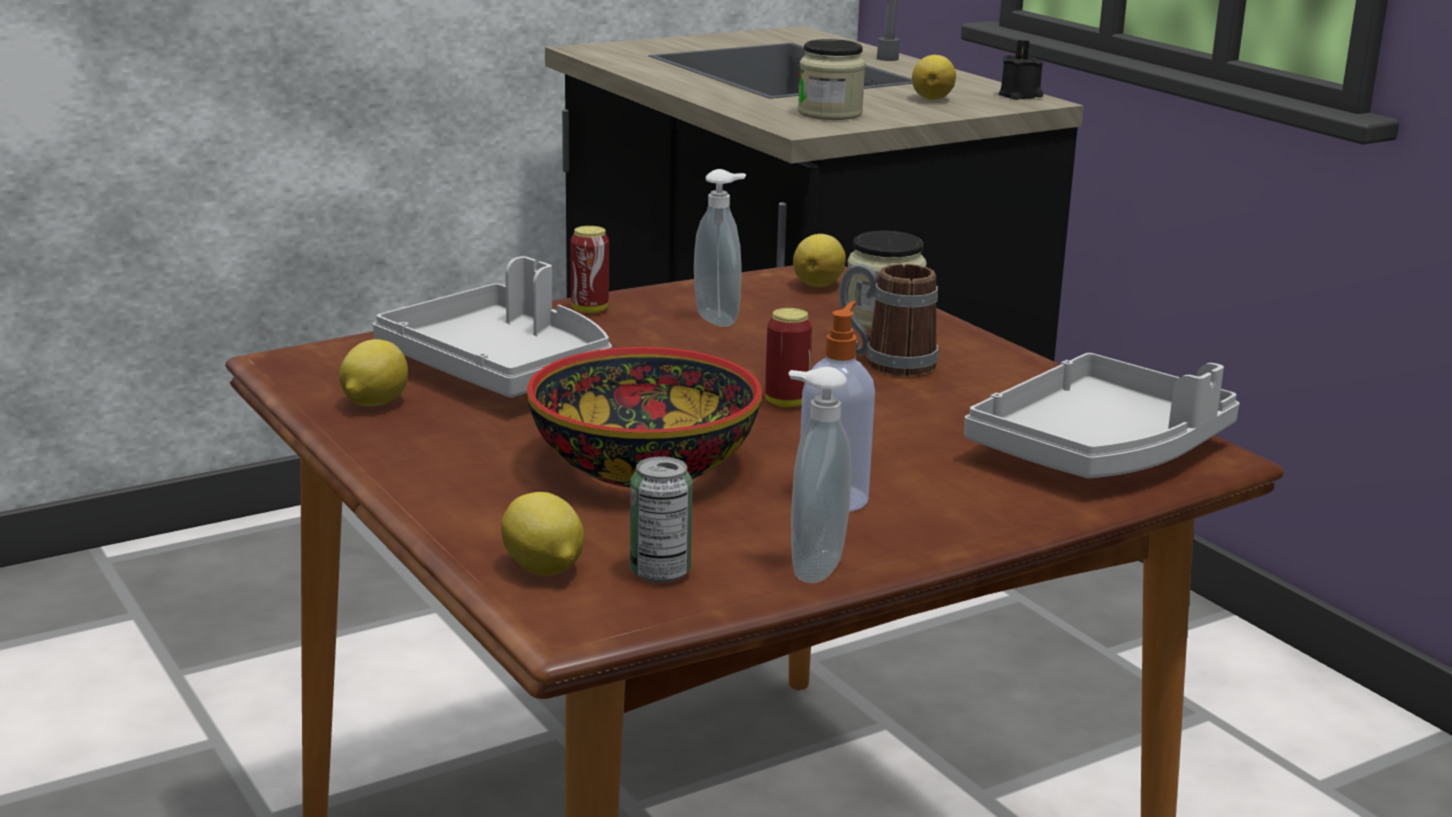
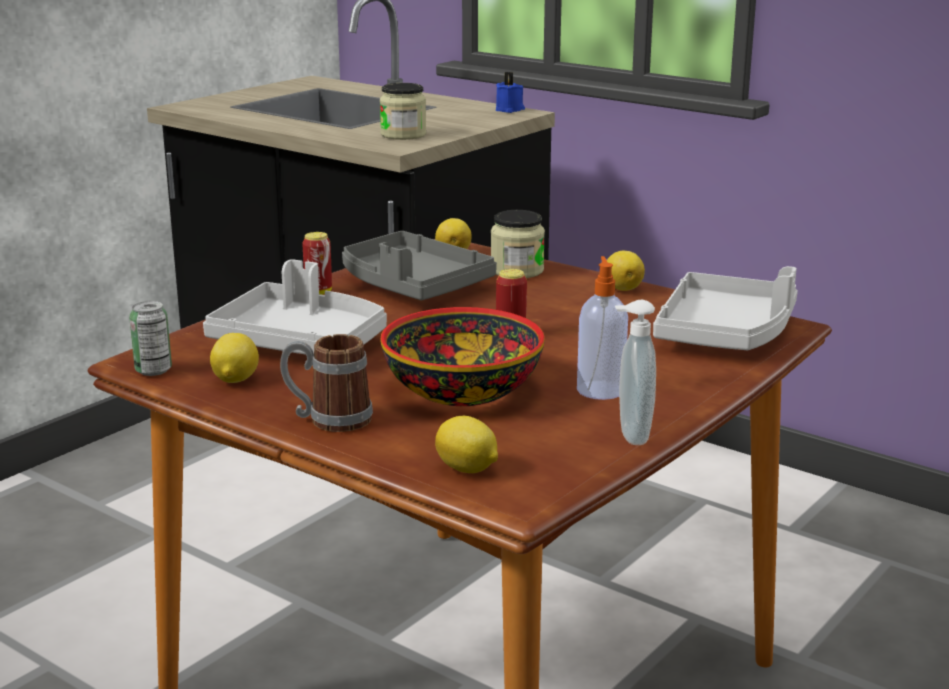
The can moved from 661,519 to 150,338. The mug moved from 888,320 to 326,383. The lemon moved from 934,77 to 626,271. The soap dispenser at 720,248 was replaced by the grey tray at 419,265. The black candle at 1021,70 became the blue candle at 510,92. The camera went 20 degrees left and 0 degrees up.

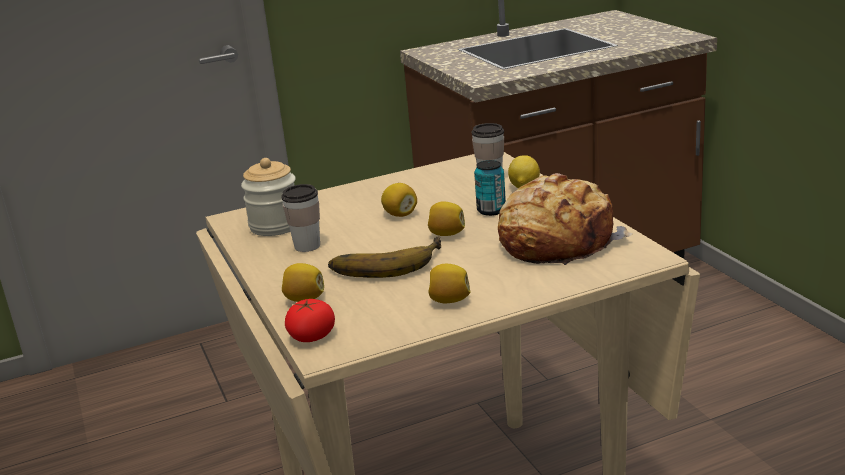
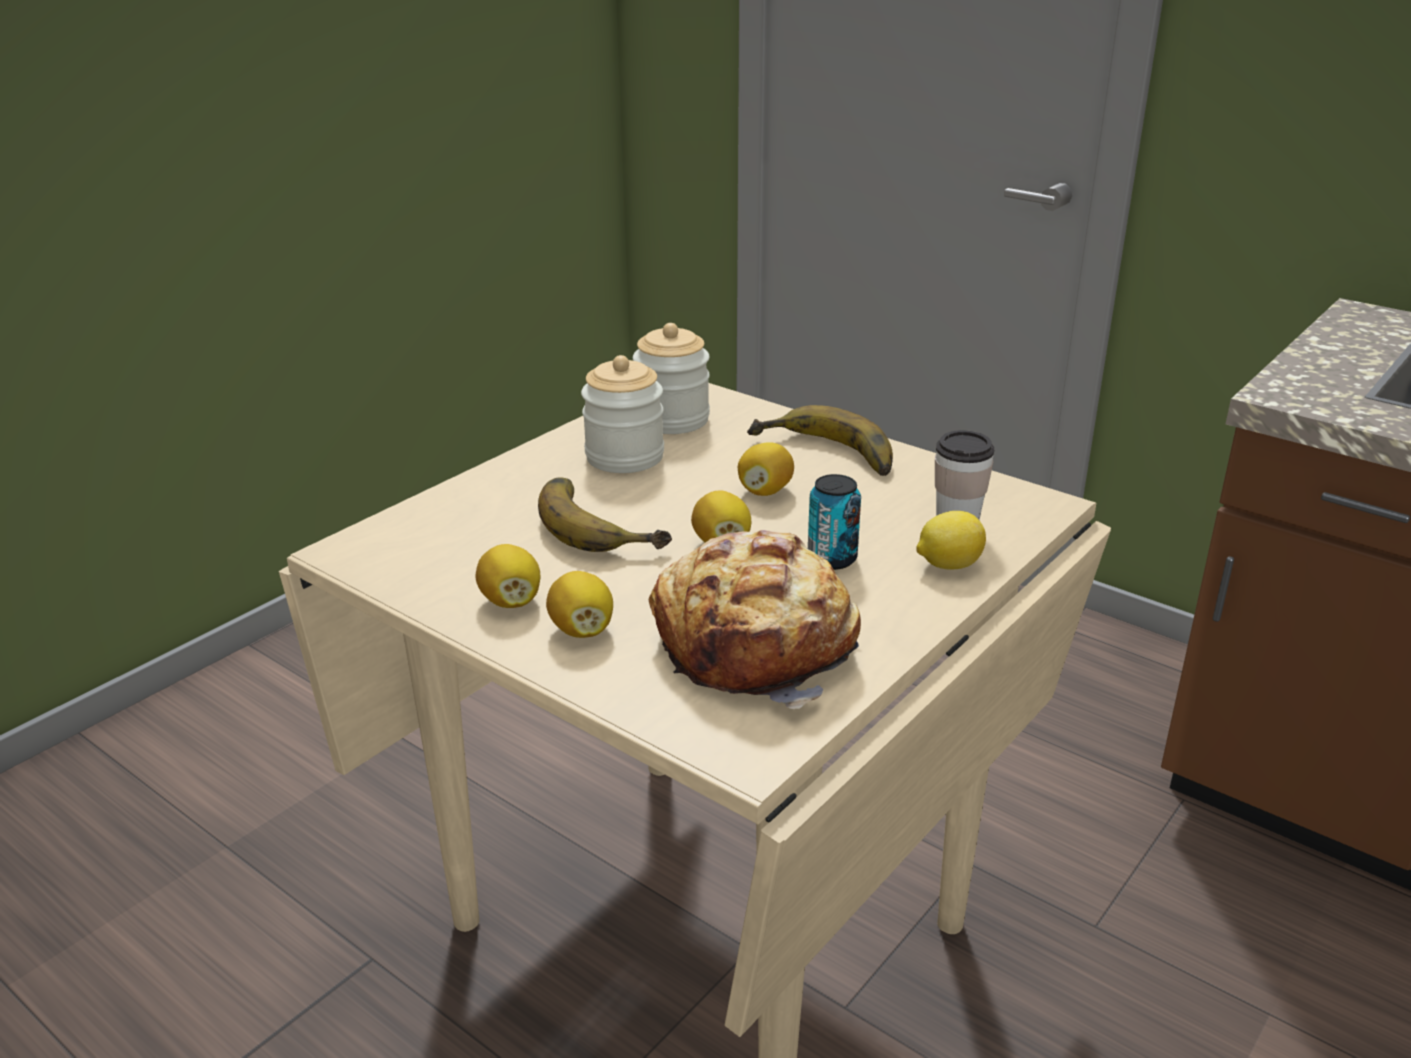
The tomato at 310,320 disappeared. The banana at 820,440 appeared. The lemon moved from 303,282 to 579,604. The cup at 300,218 was replaced by the jar at 622,414. The camera went 60 degrees right and 5 degrees up.

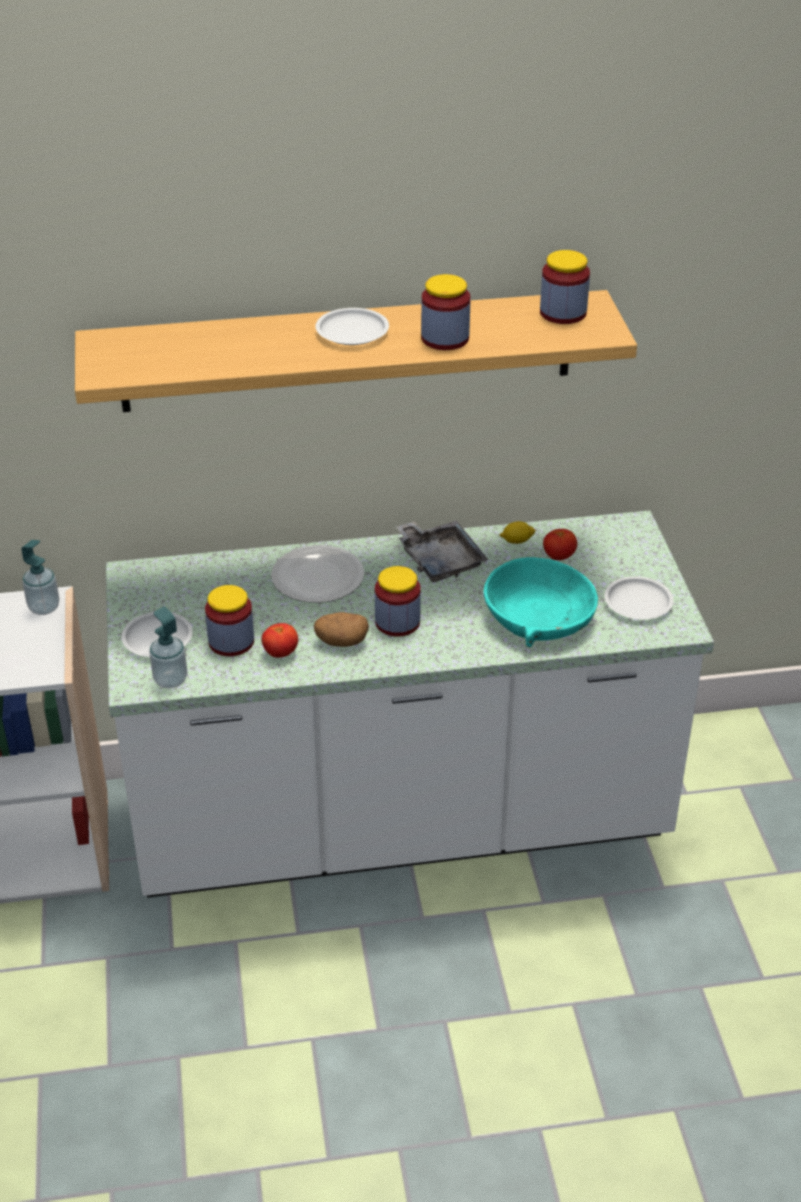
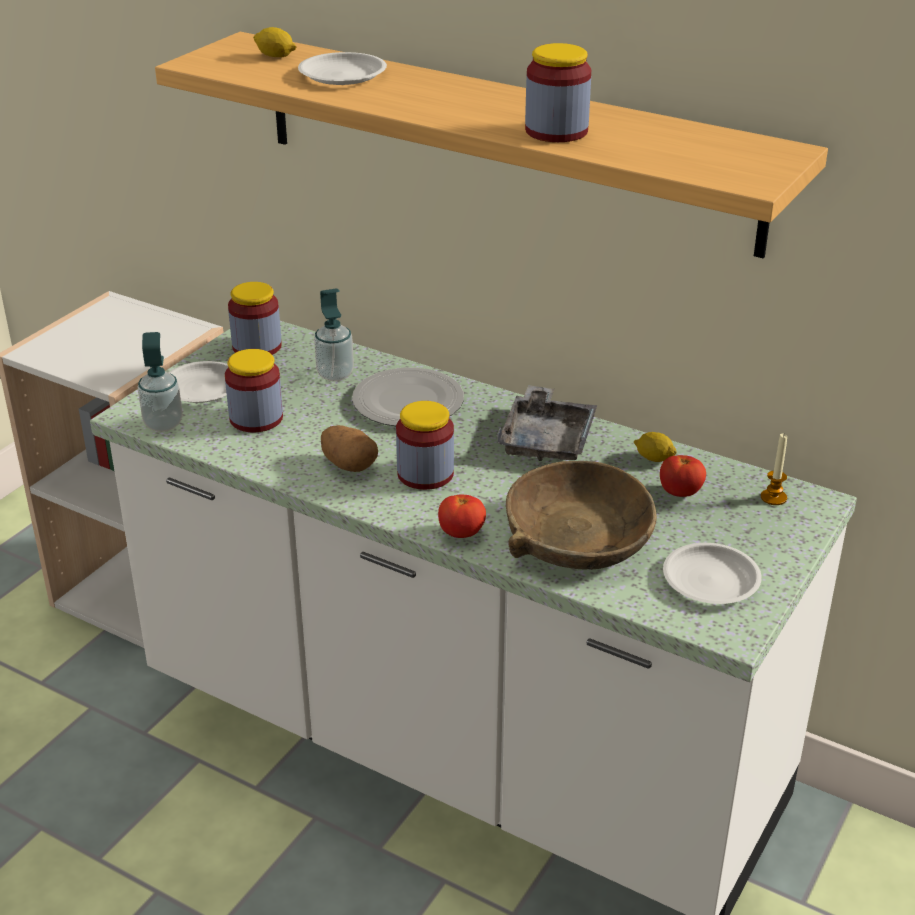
The lemon at 275,42 appeared. The candle at 774,469 appeared. The soap dispenser moved from 40,577 to 334,334. The tomato moved from 280,640 to 462,516. The white plate moved from 352,326 to 342,68. The jar moved from 565,287 to 255,318. The turquoise bowl at 541,602 became the brown bowl at 581,515. The camera went 40 degrees right and 5 degrees down.

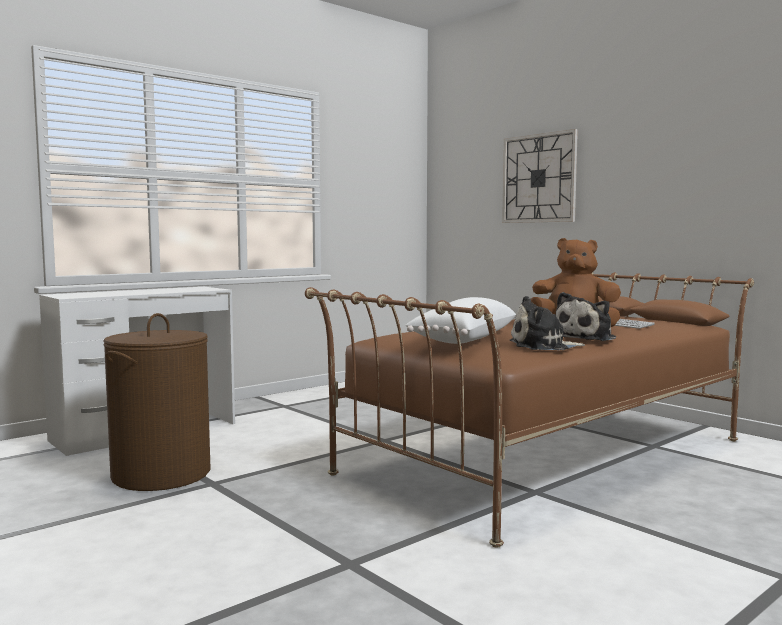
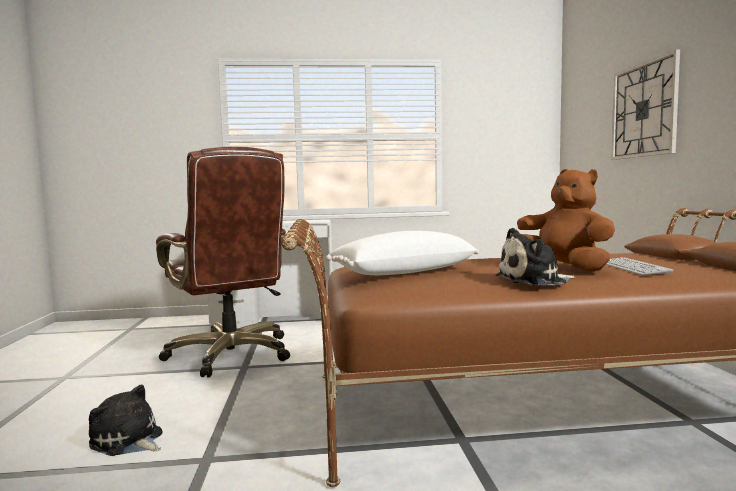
The plush toy moved from 547,323 to 125,420. The brown laundry basket at 157,402 was replaced by the brown office chair at 223,261. The camera went 35 degrees right and 0 degrees up.

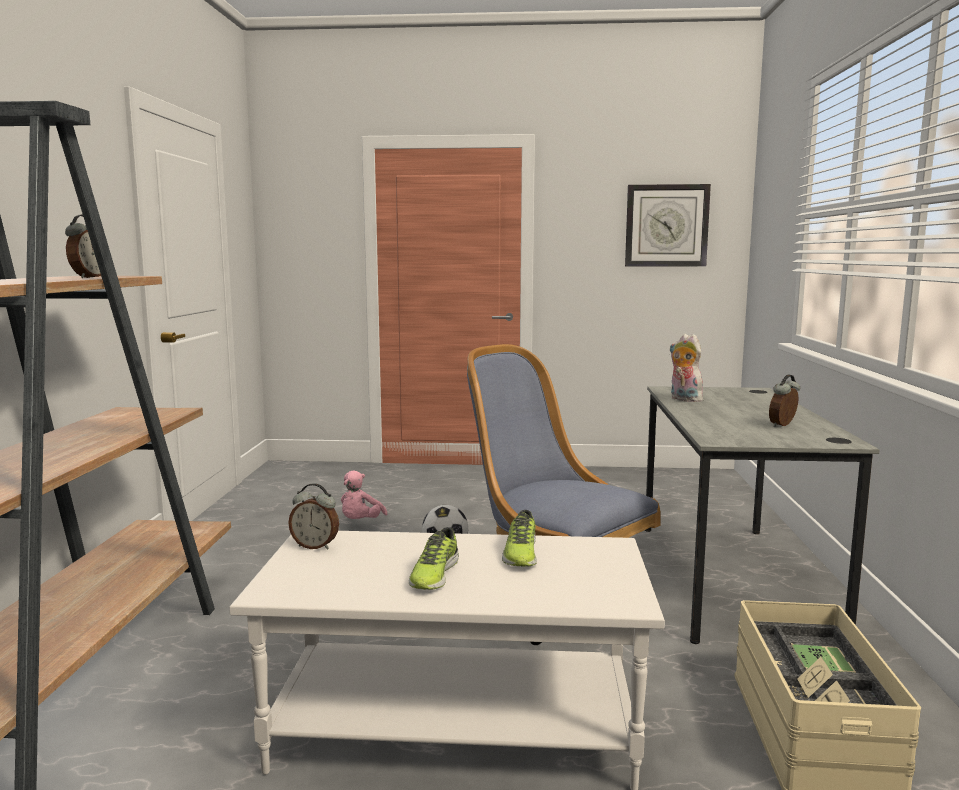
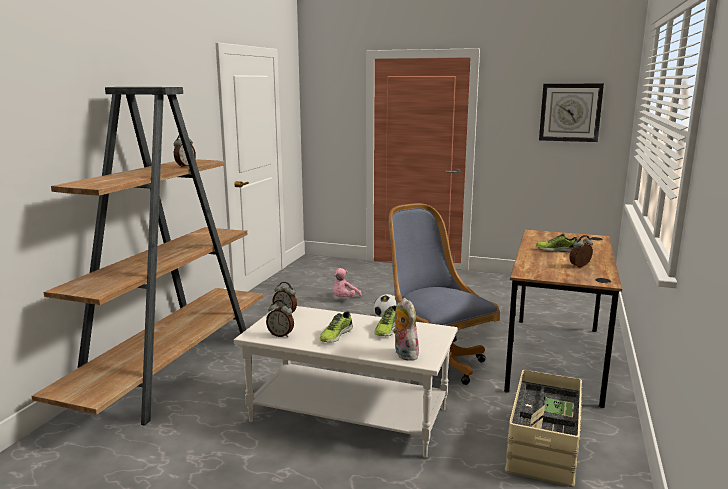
The alarm clock at 280,318 appeared. The shoe at 557,243 appeared. The plush toy moved from 686,368 to 406,329. The grey desk at 762,515 became the brown desk at 563,319. The camera went 15 degrees right and 5 degrees up.

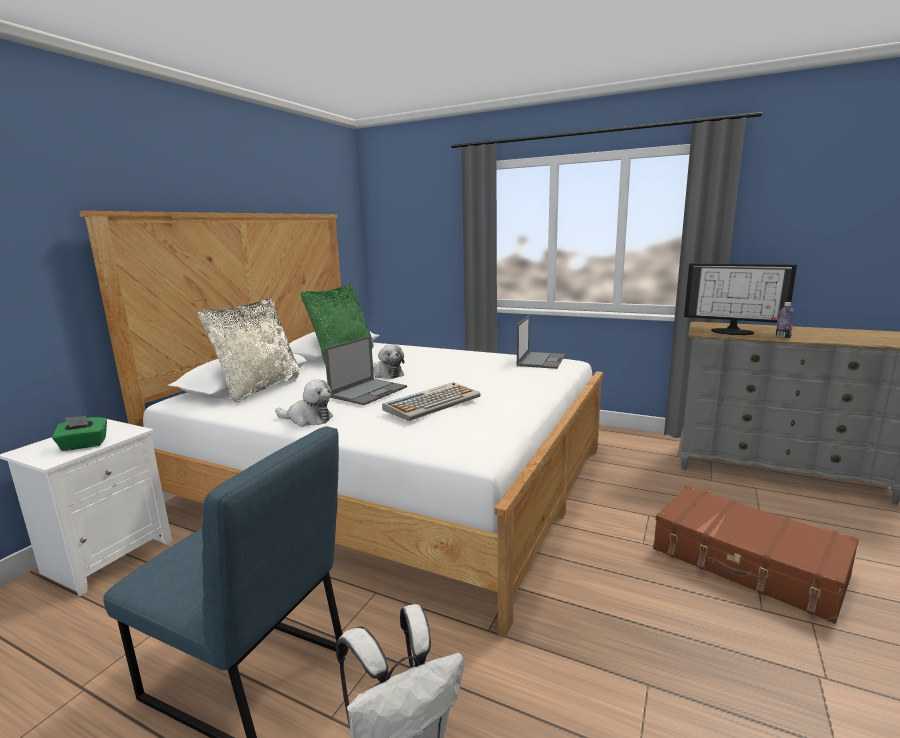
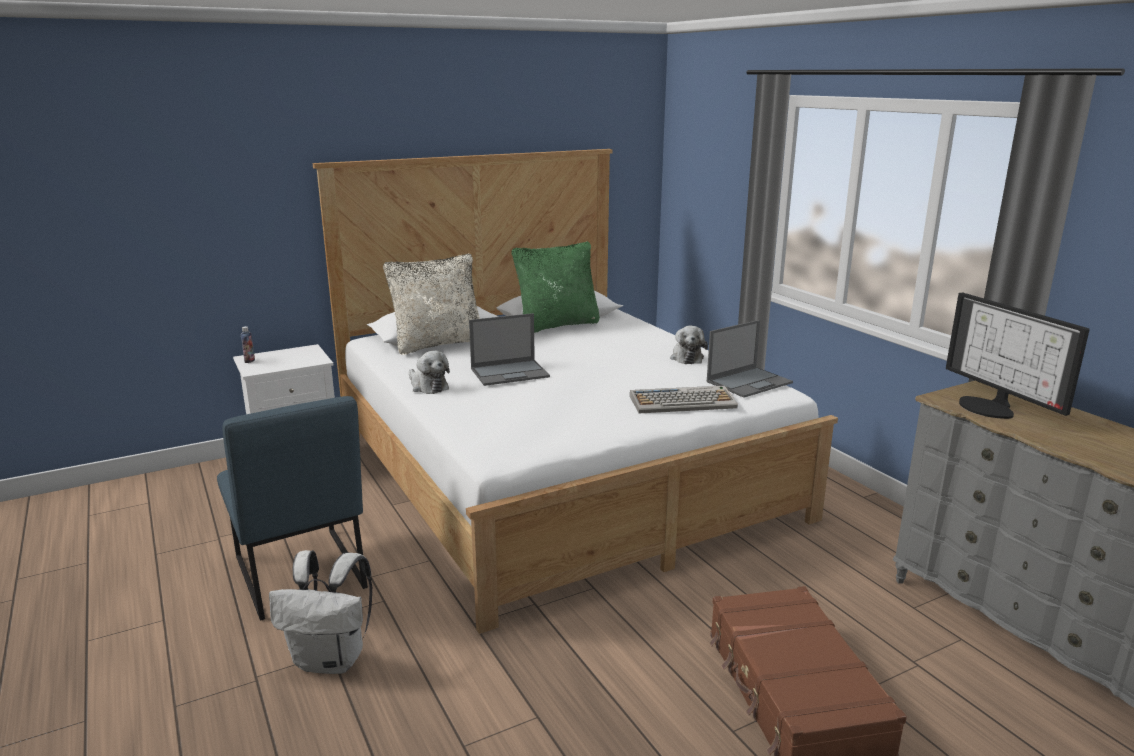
The green tissue box at 79,433 disappeared. The plush toy moved from 388,361 to 689,345. The keyboard moved from 431,401 to 684,399. The bottle moved from 785,320 to 248,344. The camera went 35 degrees right and 5 degrees up.

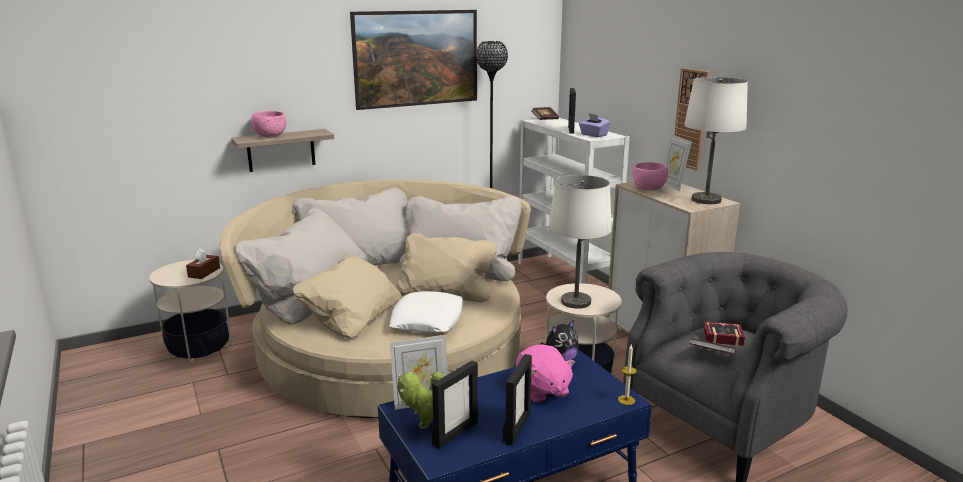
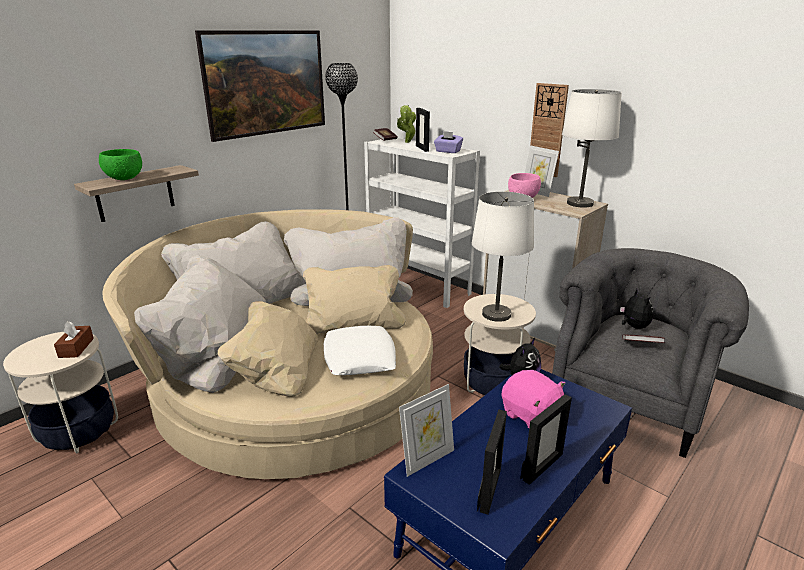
The candle at 627,375 disappeared. The potted plant moved from 420,400 to 406,124. The book at 724,333 was replaced by the plush toy at 636,308. The pink bowl at 268,124 became the green bowl at 120,164. The picture frame at 517,400 turned 45 degrees clockwise. The camera went 20 degrees left and 5 degrees up.

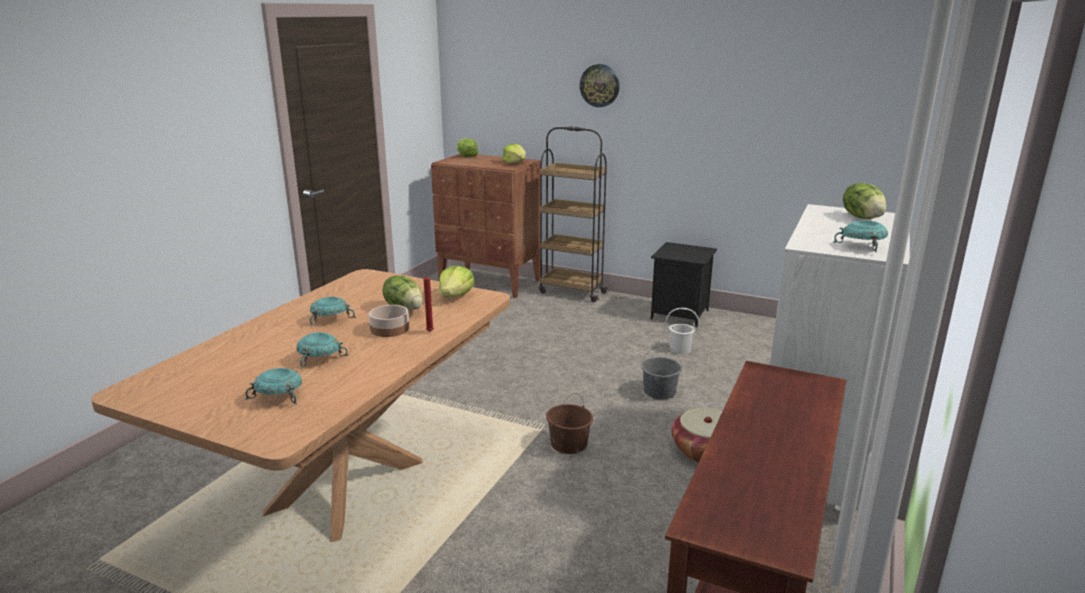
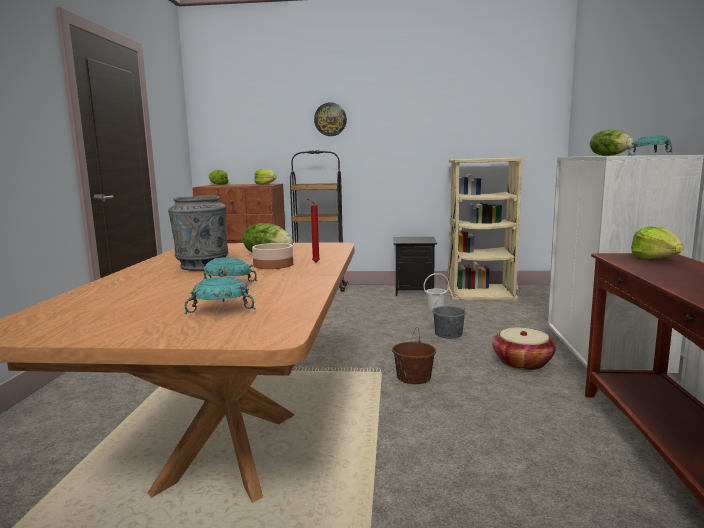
The beige bookcase at 486,229 appeared. The lettuce moved from 457,281 to 657,242. The turquoise bowl at 333,311 was replaced by the grey vase at 198,233. The camera went 20 degrees left and 10 degrees down.

